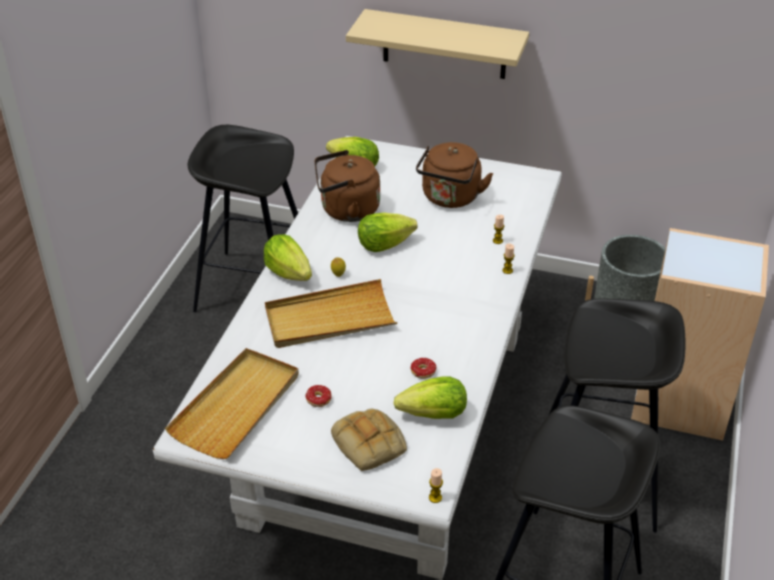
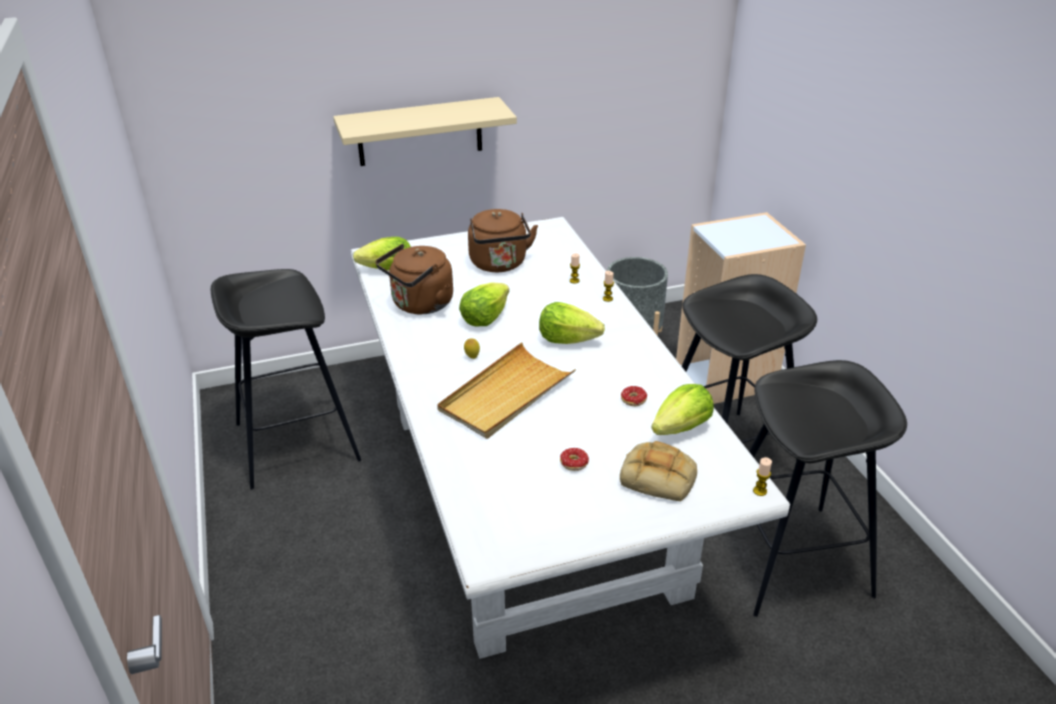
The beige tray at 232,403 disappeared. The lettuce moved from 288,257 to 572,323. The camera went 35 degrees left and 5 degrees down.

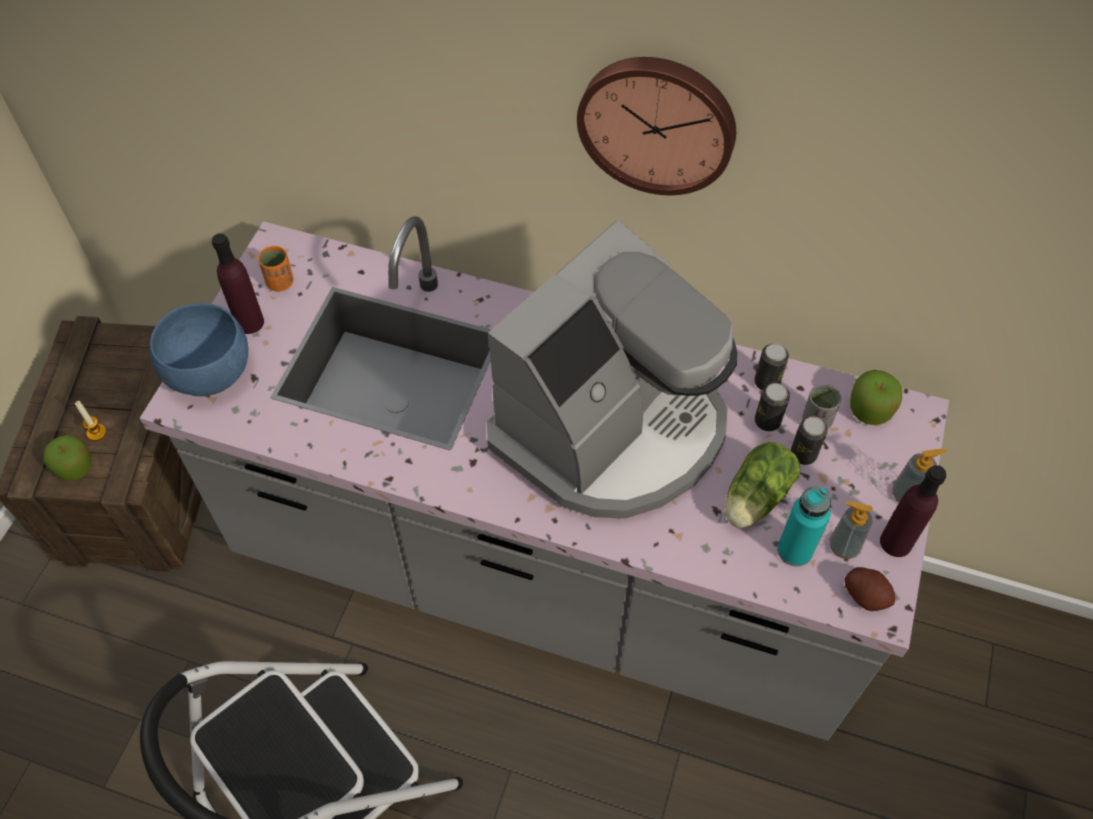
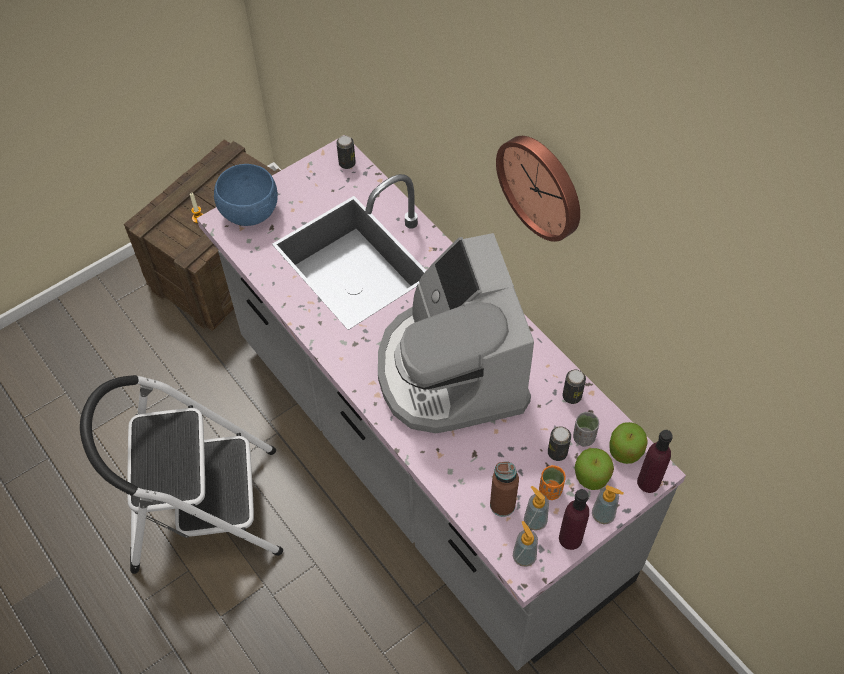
The lettuce at 762,485 disappeared. The apple moved from 67,458 to 594,469. The purple bottle moved from 238,283 to 655,461. The orange cup moved from 275,269 to 552,482. The can moved from 772,407 to 346,152. The potato at 870,589 was replaced by the soap dispenser at 525,544. The turquoise bottle at 804,527 became the brown bottle at 504,489. The coffee machine at 612,369 turned 90 degrees clockwise. The camera went 35 degrees right and 0 degrees up.

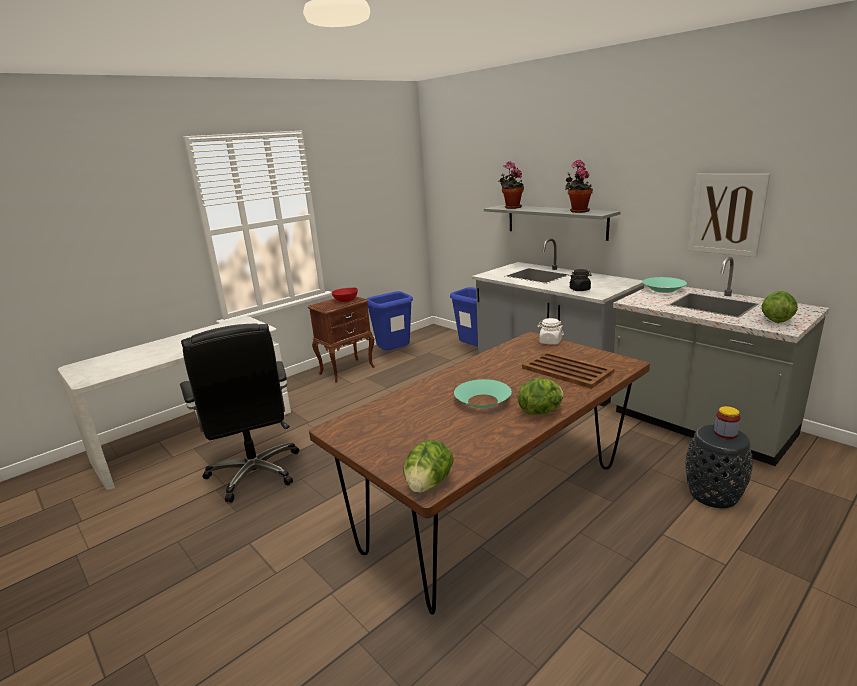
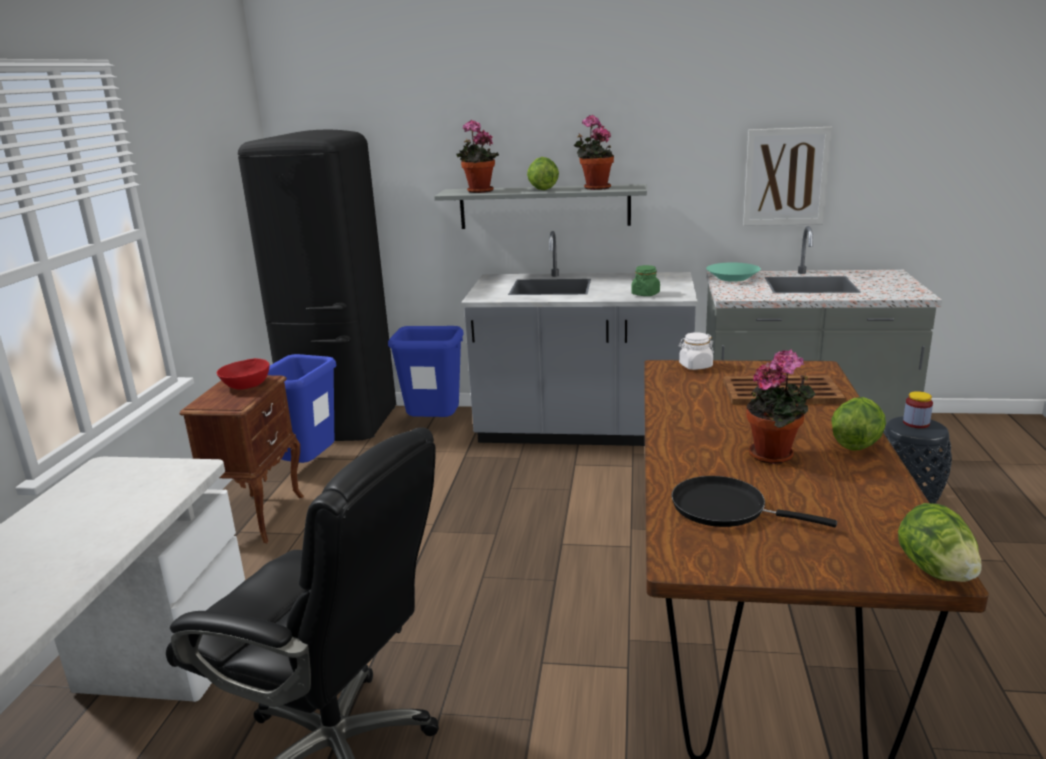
The black fridge at 317,285 appeared. The black frying pan at 754,501 appeared. The lettuce moved from 779,307 to 543,173. The turquoise bowl at 483,393 was replaced by the potted plant at 781,407. The black jar at 580,280 became the green jar at 645,280. The camera went 40 degrees left and 0 degrees up.

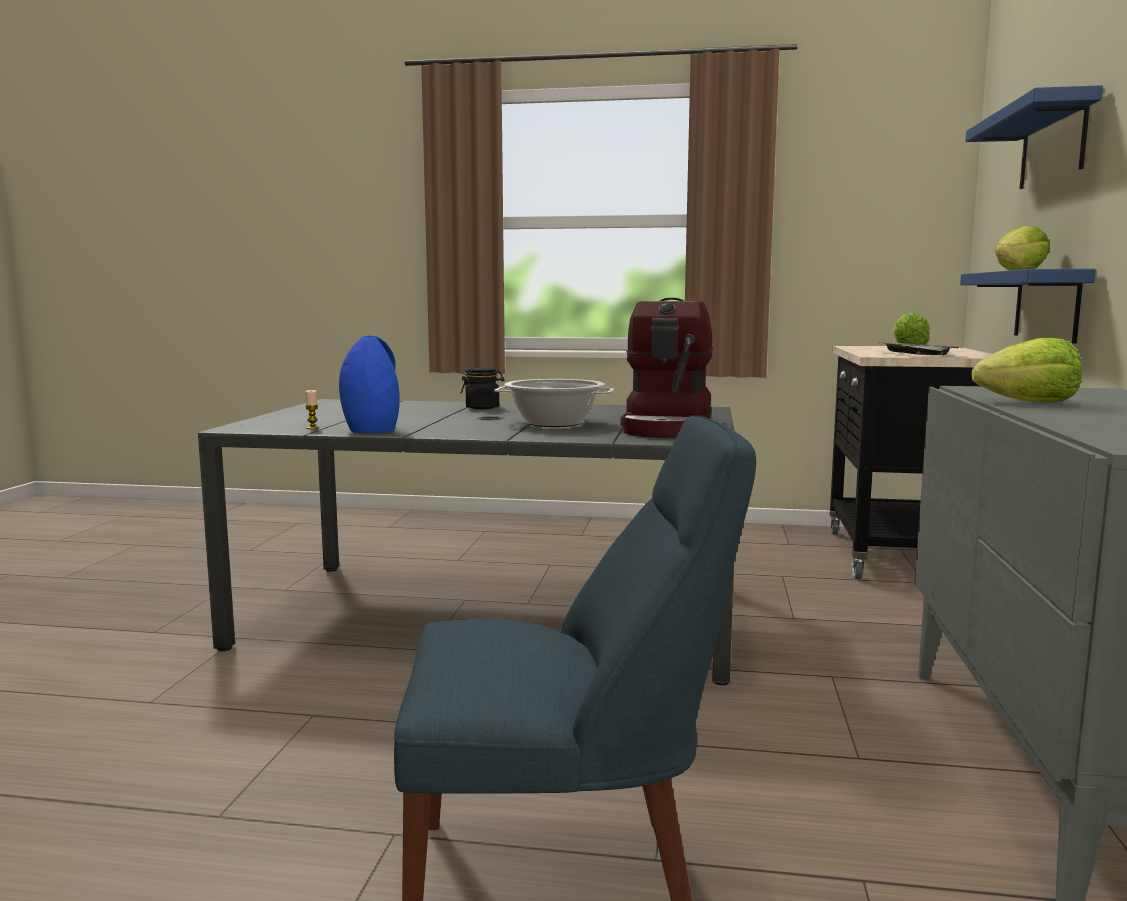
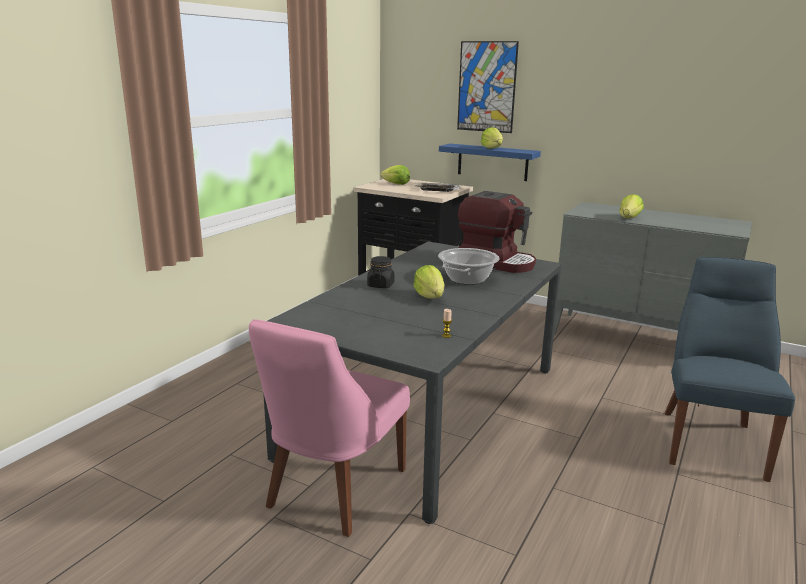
The blue vase at 369,384 disappeared. The pink chair at 329,428 appeared. The lettuce at 429,282 appeared. The blue shelf at 1034,137 was replaced by the picture at 488,87. The camera went 70 degrees left and 10 degrees up.

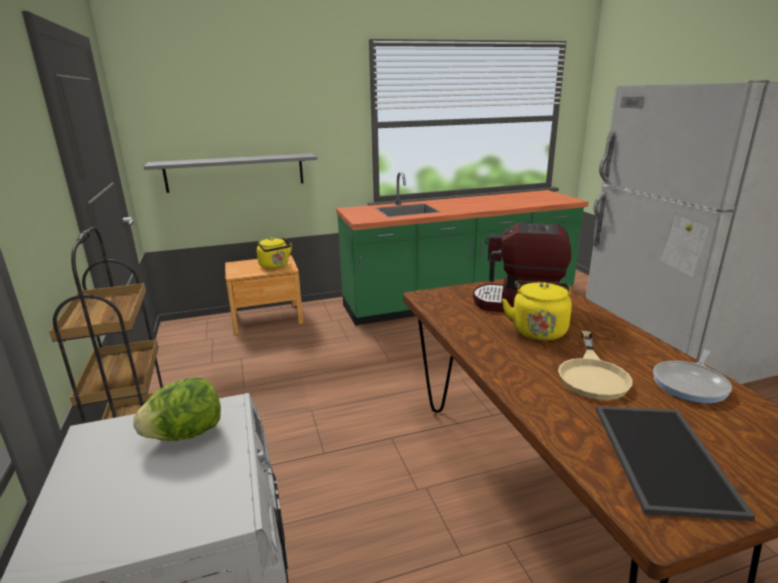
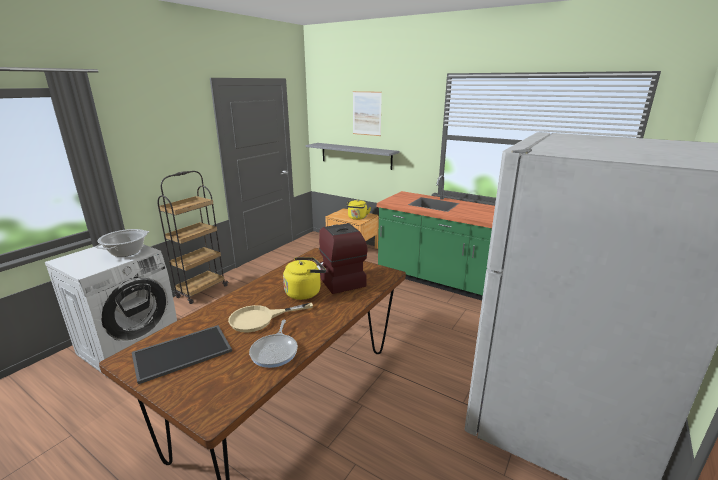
The picture at 367,113 appeared. The lettuce at 177,409 was replaced by the cooking pot at 122,243. The frying pan at 692,376 turned 90 degrees counterclockwise. The camera went 50 degrees right and 0 degrees up.

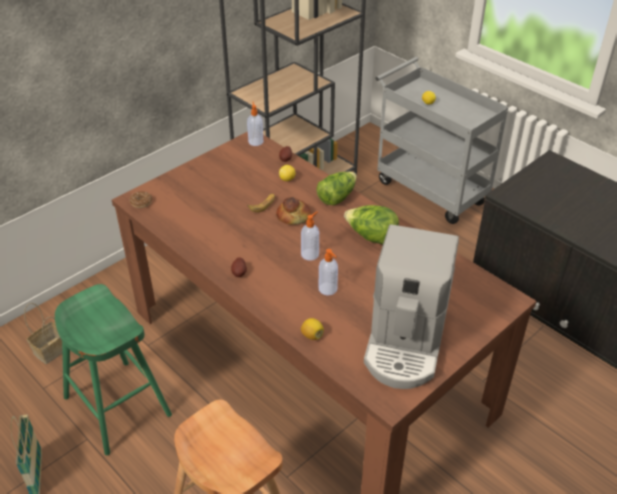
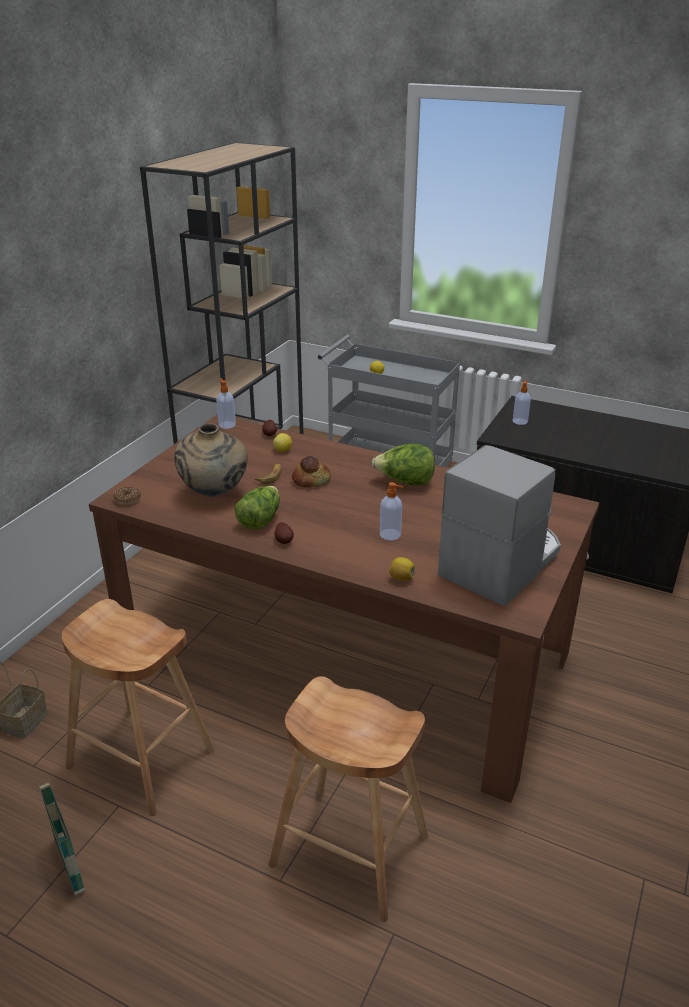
The beige vase at 211,460 appeared. The soap dispenser moved from 310,236 to 522,402. The lettuce moved from 337,188 to 257,508. The green stool at 113,369 became the brown stool at 138,707. The coffee machine at 411,306 turned 135 degrees counterclockwise. The camera went 20 degrees left and 10 degrees down.

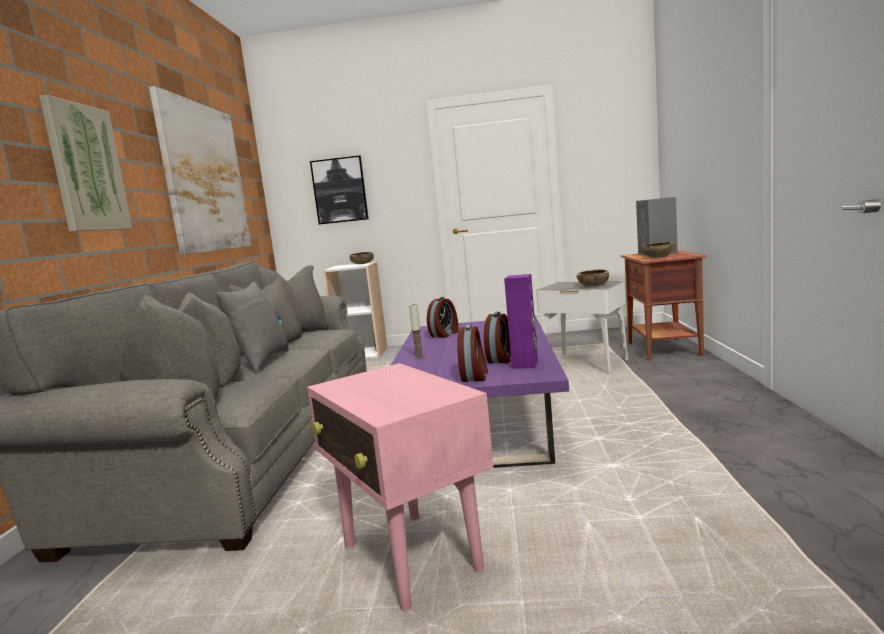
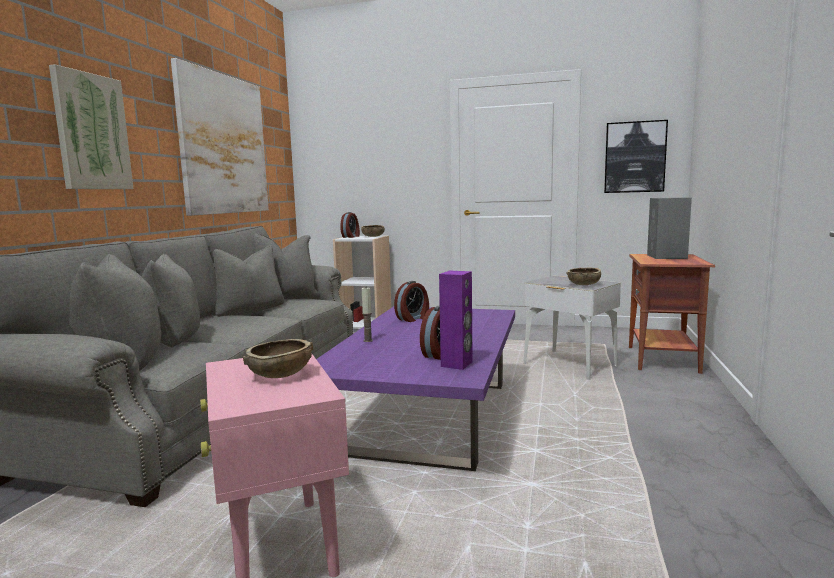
The grey pillow at 252,326 disappeared. The picture moved from 339,189 to 636,156. The alarm clock moved from 472,353 to 350,225. The brown bowl moved from 658,250 to 278,358. The camera went 10 degrees right and 0 degrees up.

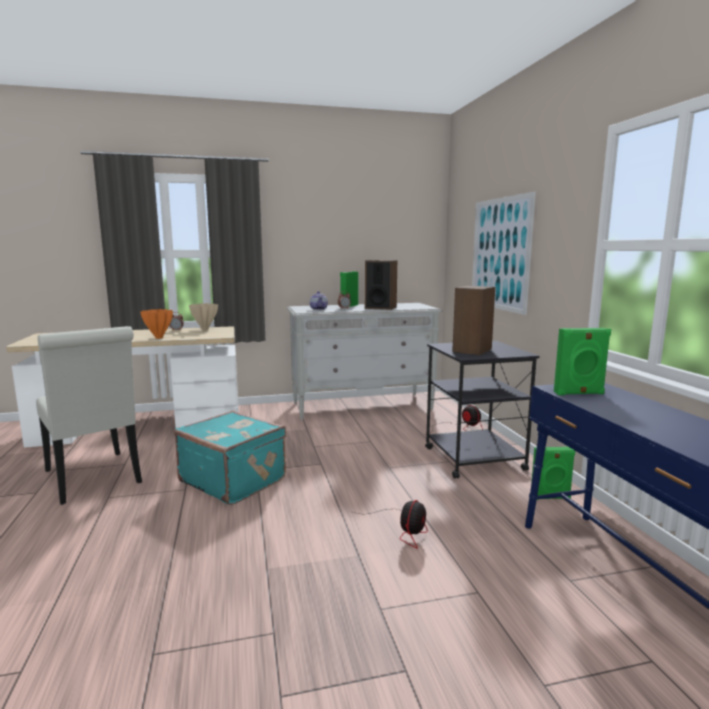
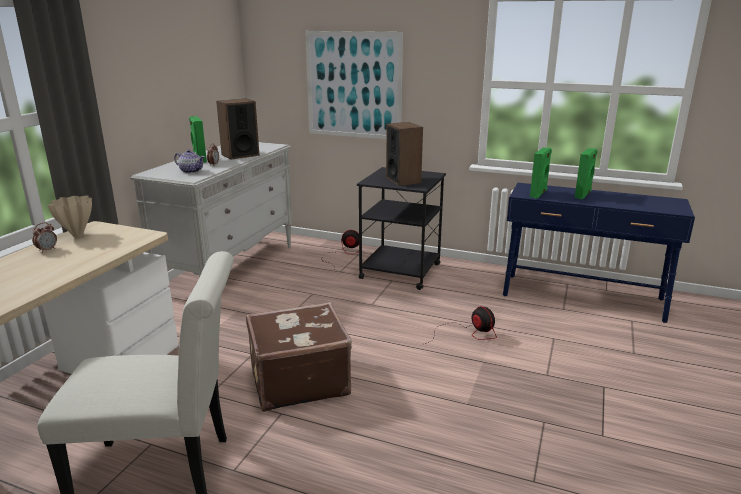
The orange vase at 156,324 disappeared. The green speaker moved from 553,473 to 586,173. The turquoise suitcase at 230,458 became the brown suitcase at 299,357. The camera went 55 degrees left and 10 degrees up.

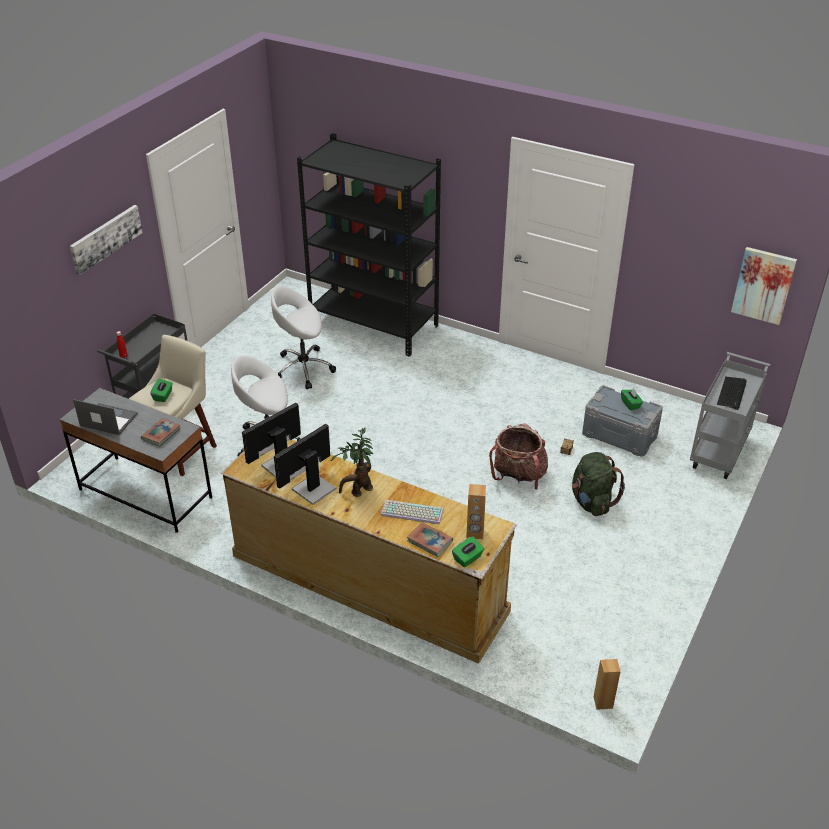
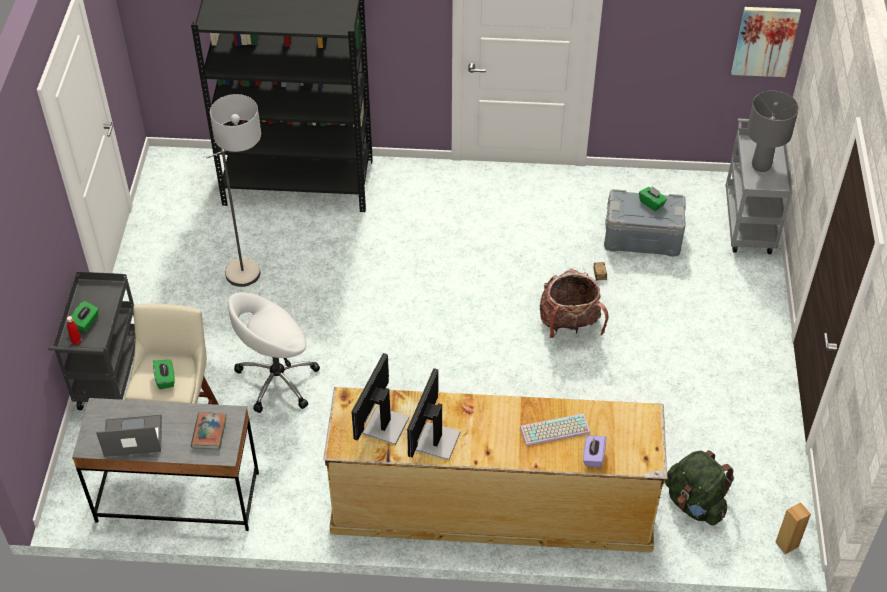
The picture at 106,240 disappeared. The potted plant at 352,462 disappeared. The brown speaker at 476,511 disappeared. The green tissue box moved from 468,551 to 85,316. The green backpack moved from 598,484 to 699,488. The white office chair at 303,337 was replaced by the grey floor lamp at 233,190. The book at 430,539 was replaced by the purple tissue box at 594,452. The keyboard at 732,393 was replaced by the grey table lamp at 773,131. The camera went 25 degrees left and 10 degrees up.

